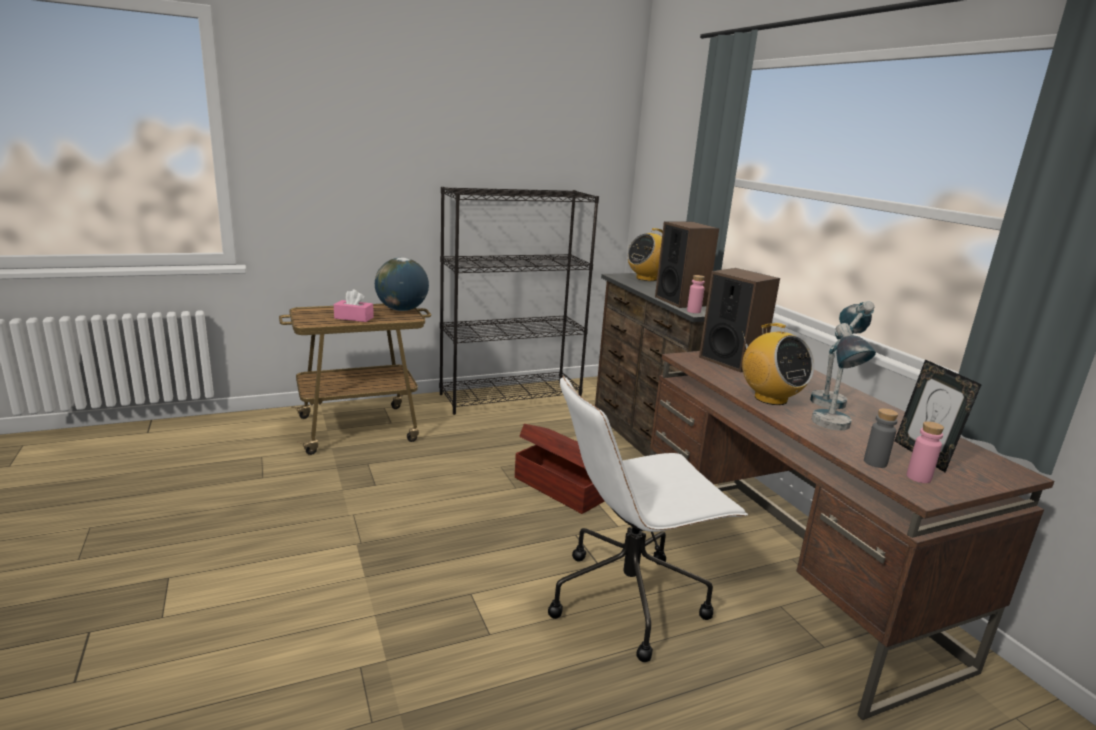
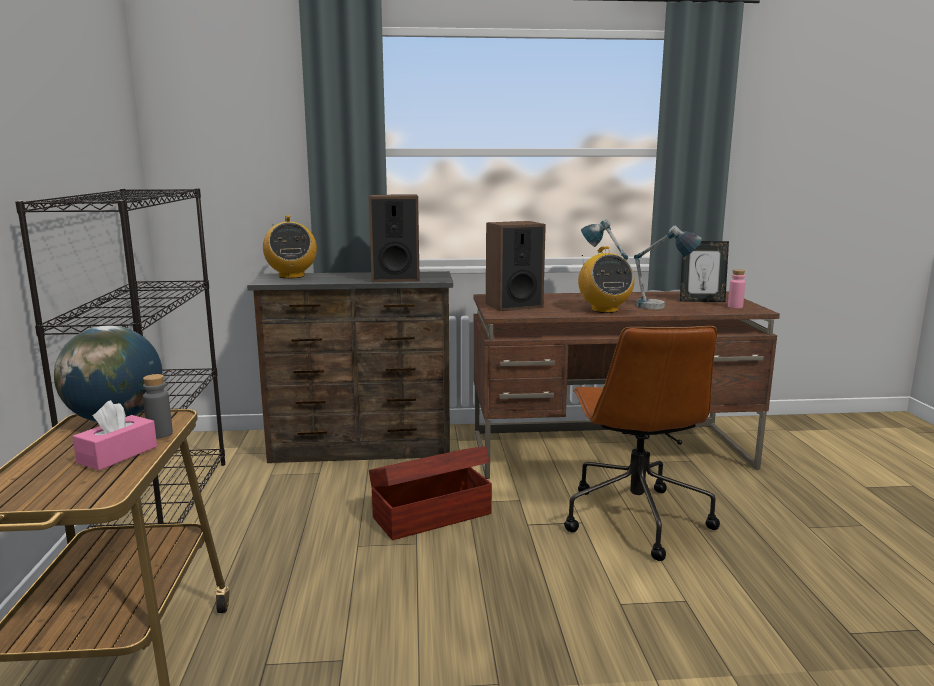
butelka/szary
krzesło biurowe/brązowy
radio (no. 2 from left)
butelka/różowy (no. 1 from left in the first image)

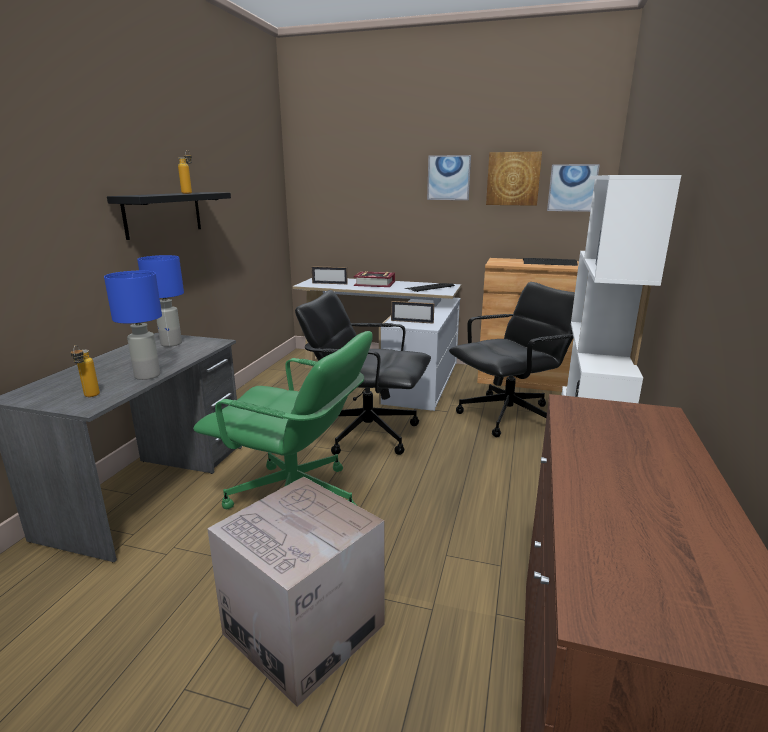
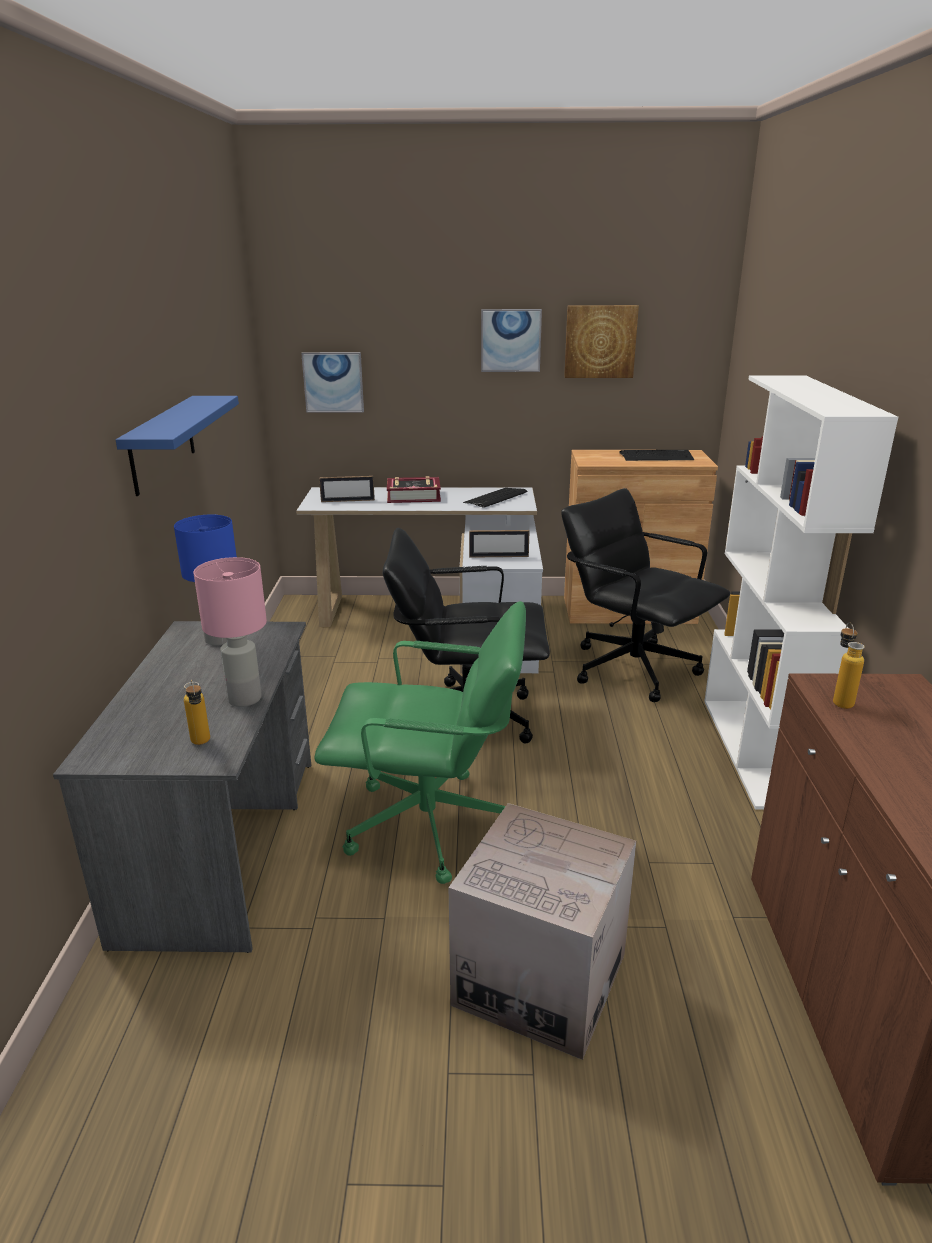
półka/niebieski
lampa stołowa/różowy
obraz (no. 1 from left)
krzesło biurowe/czarny (no. 2 from left)
butelka (no. 2 from left)

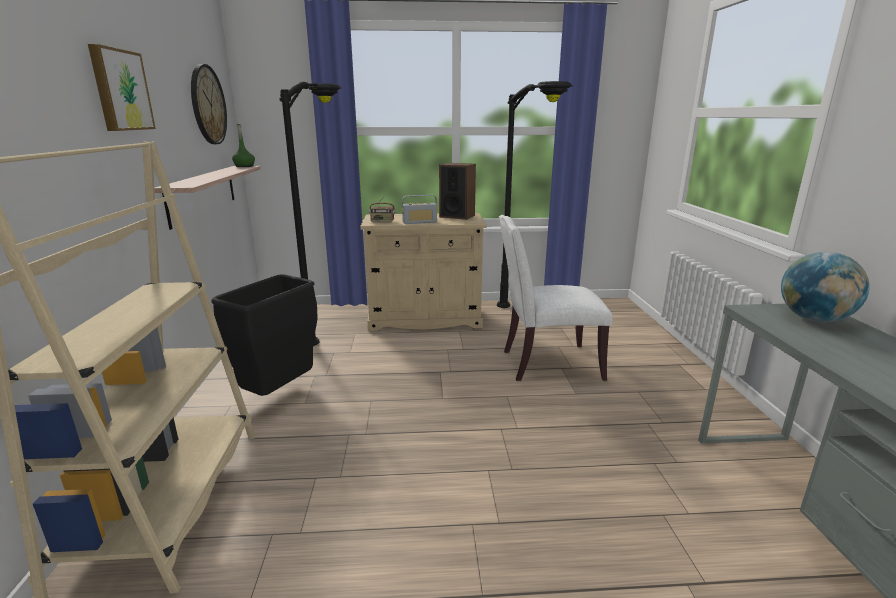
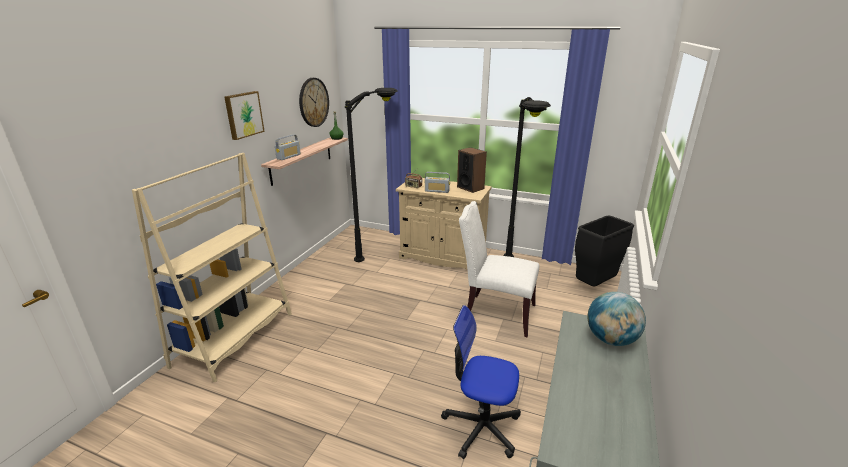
radio (no. 1 from left)
krzesło biurowe
kosz na śmieci/czarny

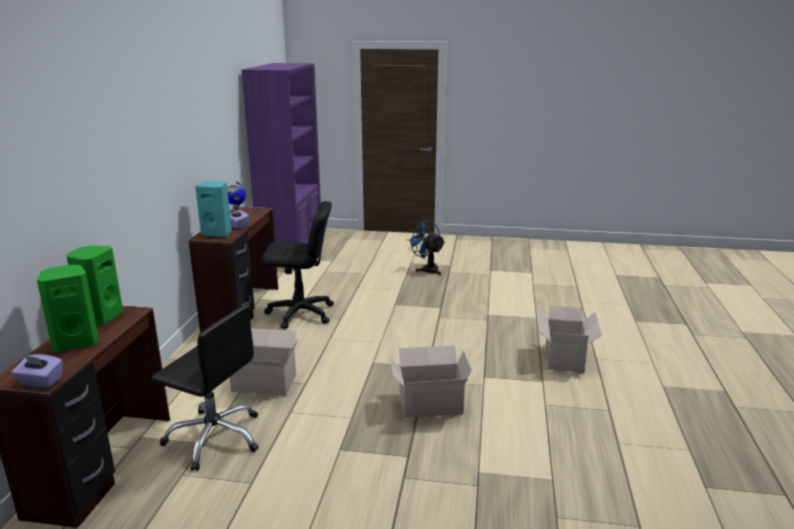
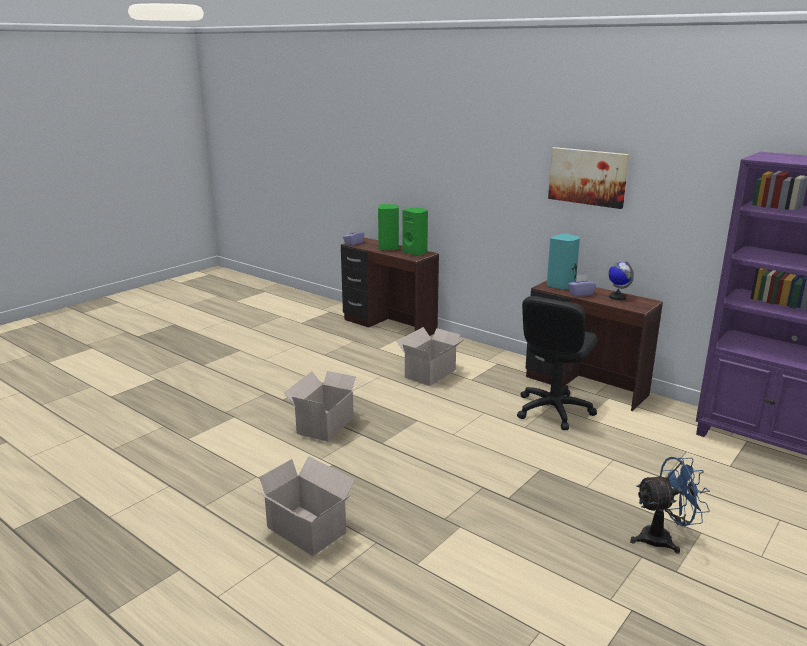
obraz
krzesło biurowe/czarny (no. 1 from left in the first image)

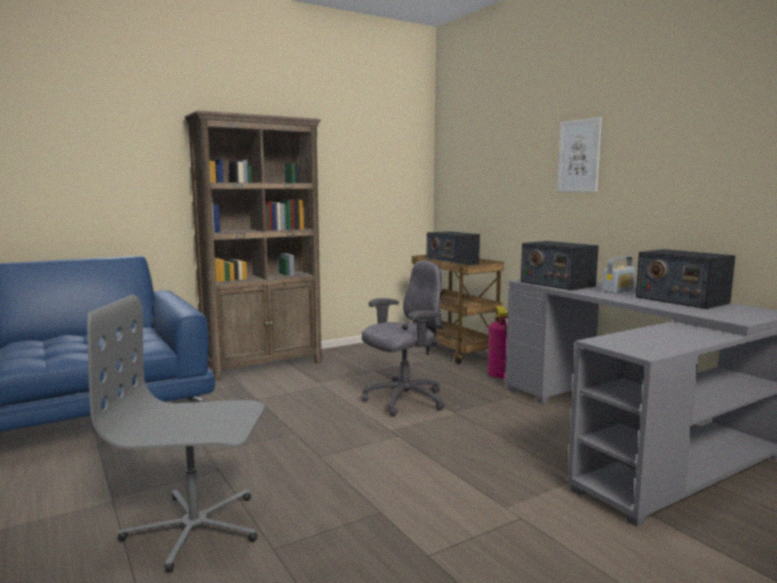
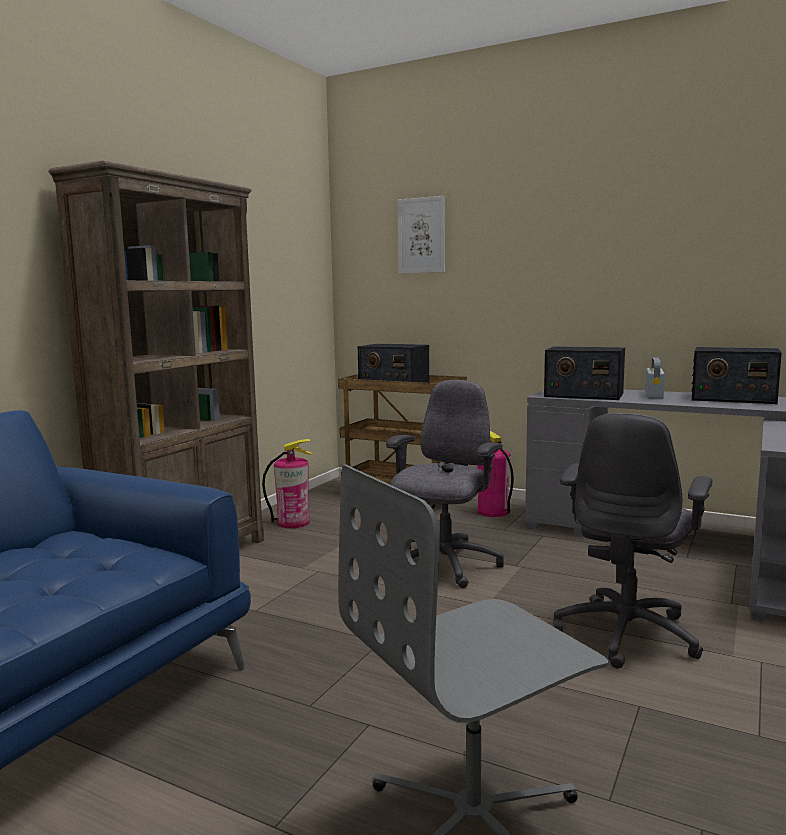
gaśnica (no. 1 from left)
obraz
krzesło biurowe/szary (no. 3 from left)

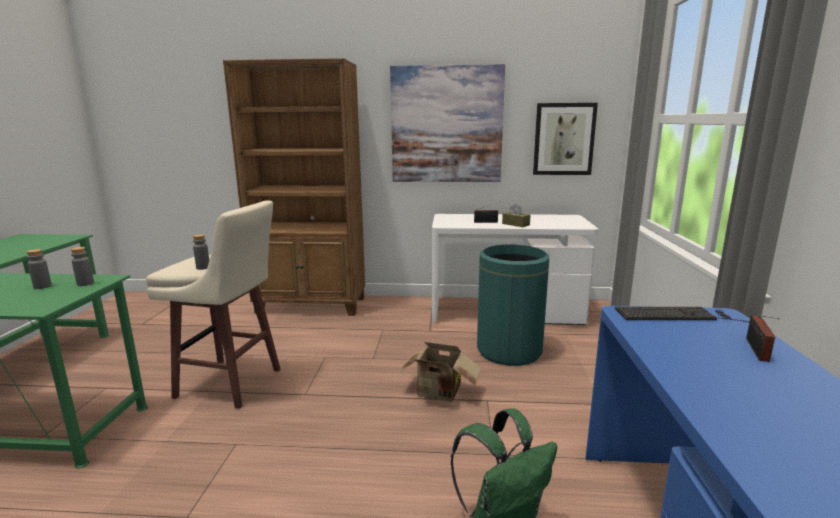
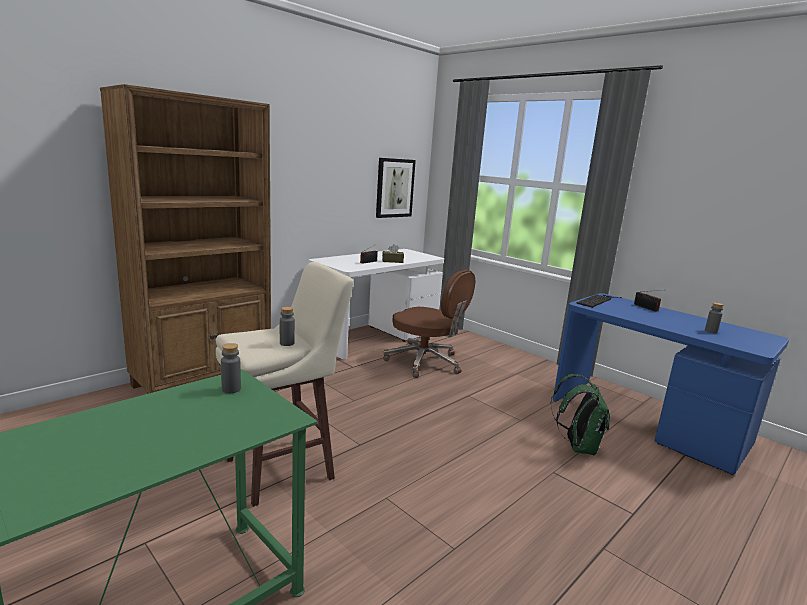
krzesło biurowe/brązowy
butelka/szary (no. 3 from left)
obraz (no. 1 from left in the first image)
karton

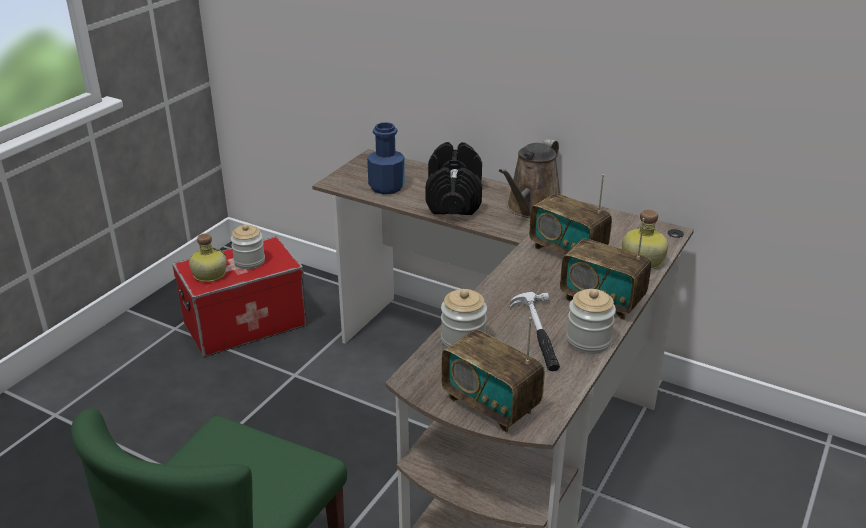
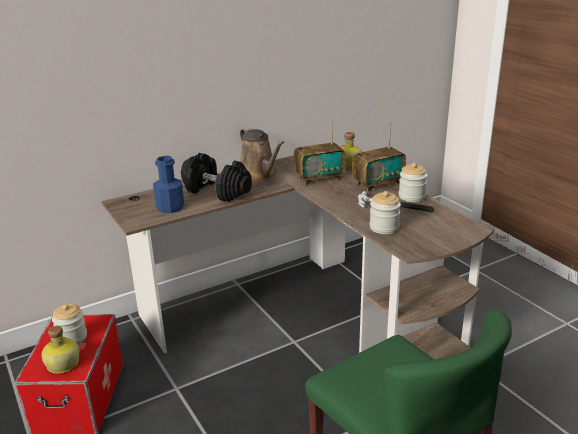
radio (no. 1 from left in the first image)

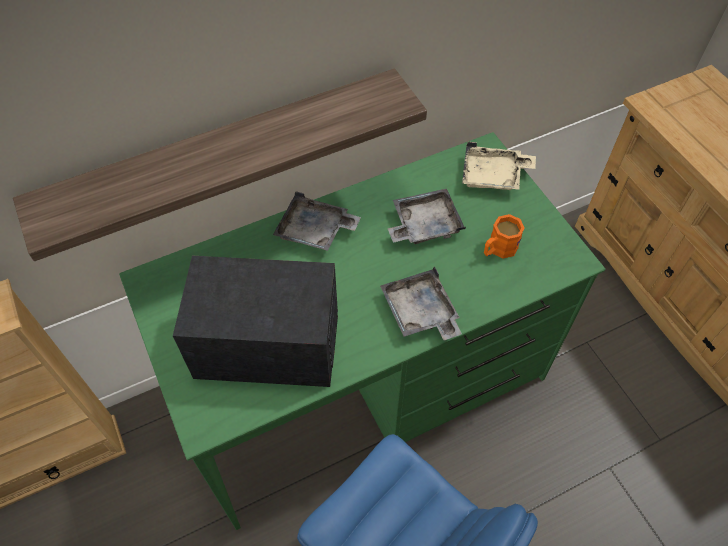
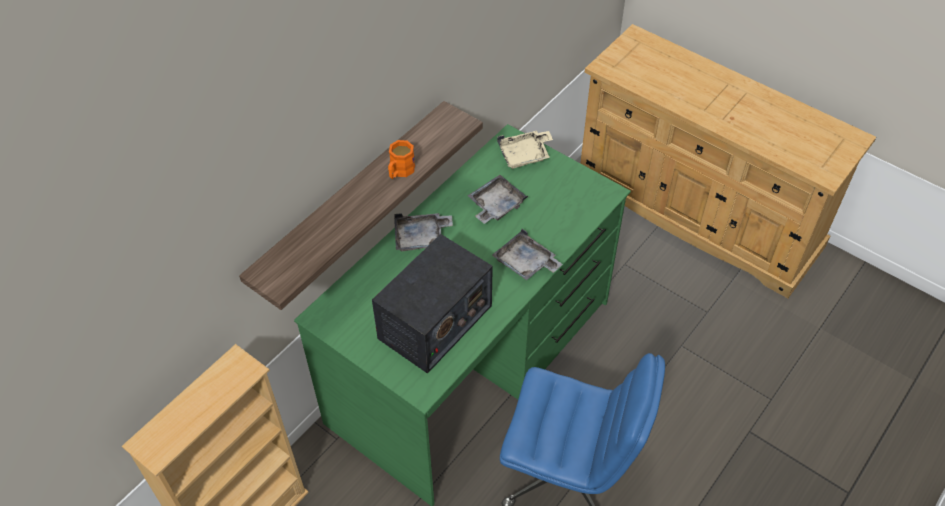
radio
kubek/pomarańczowy

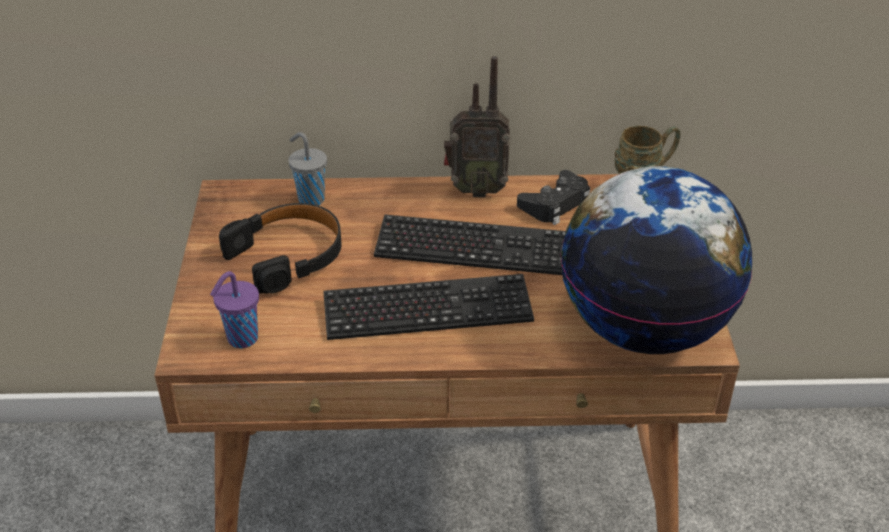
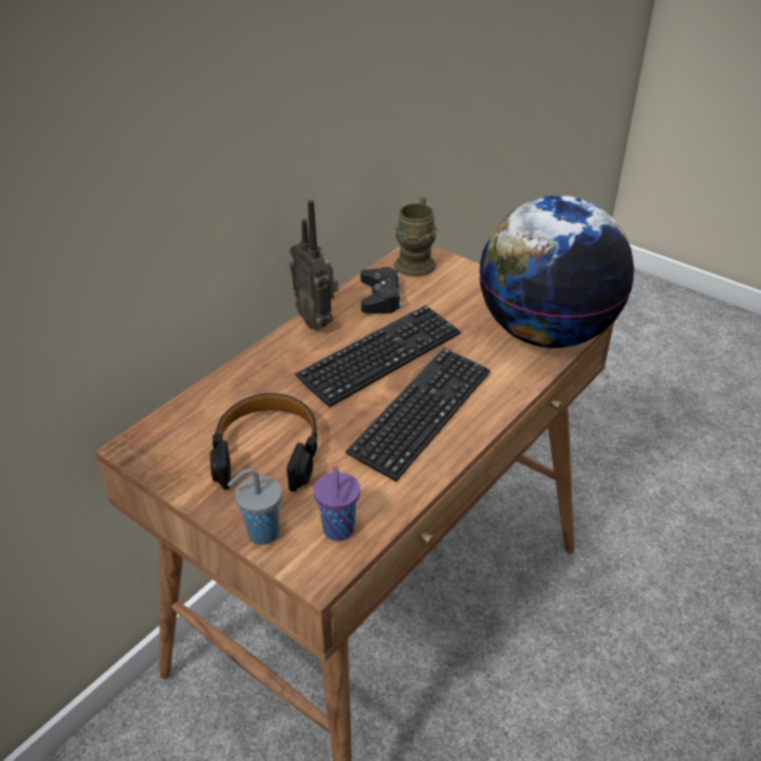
filiżanka/szary
radio

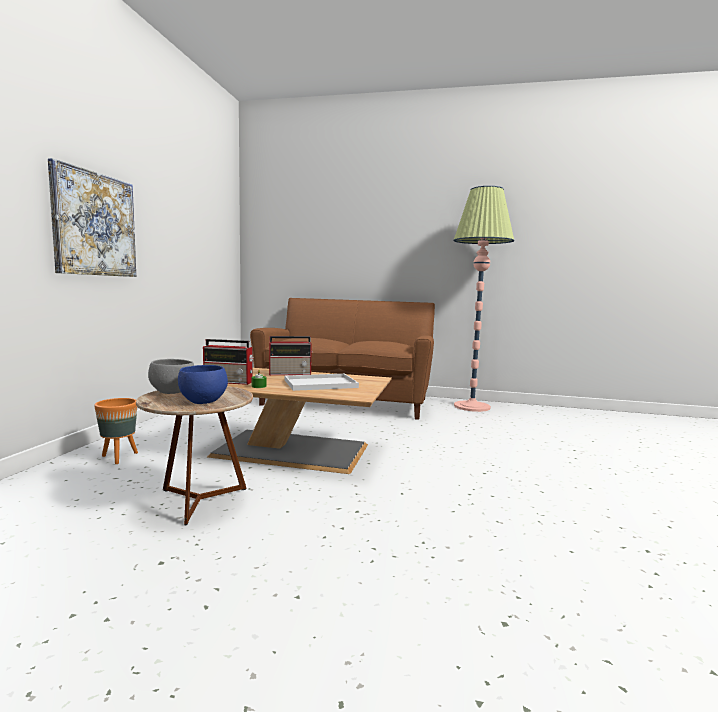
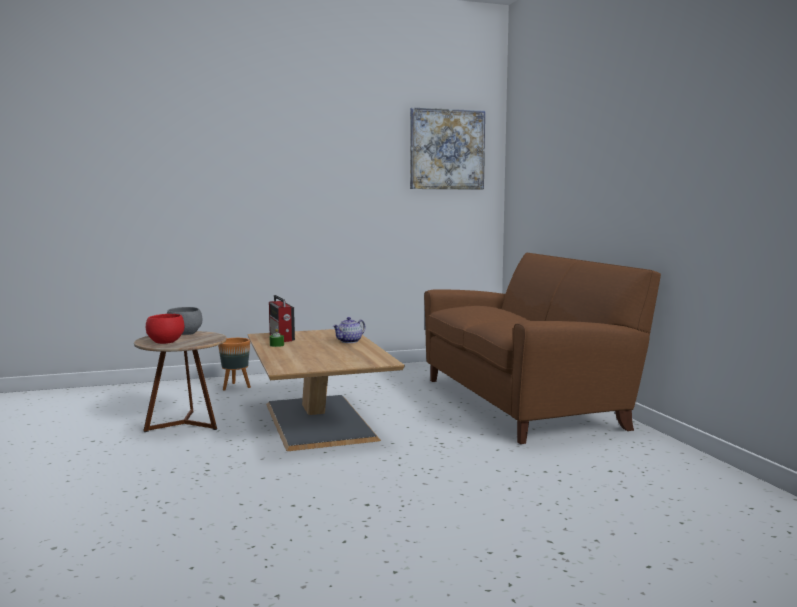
miska/czerwony
imbryk
obraz
taca/biały
lampa stojąca

